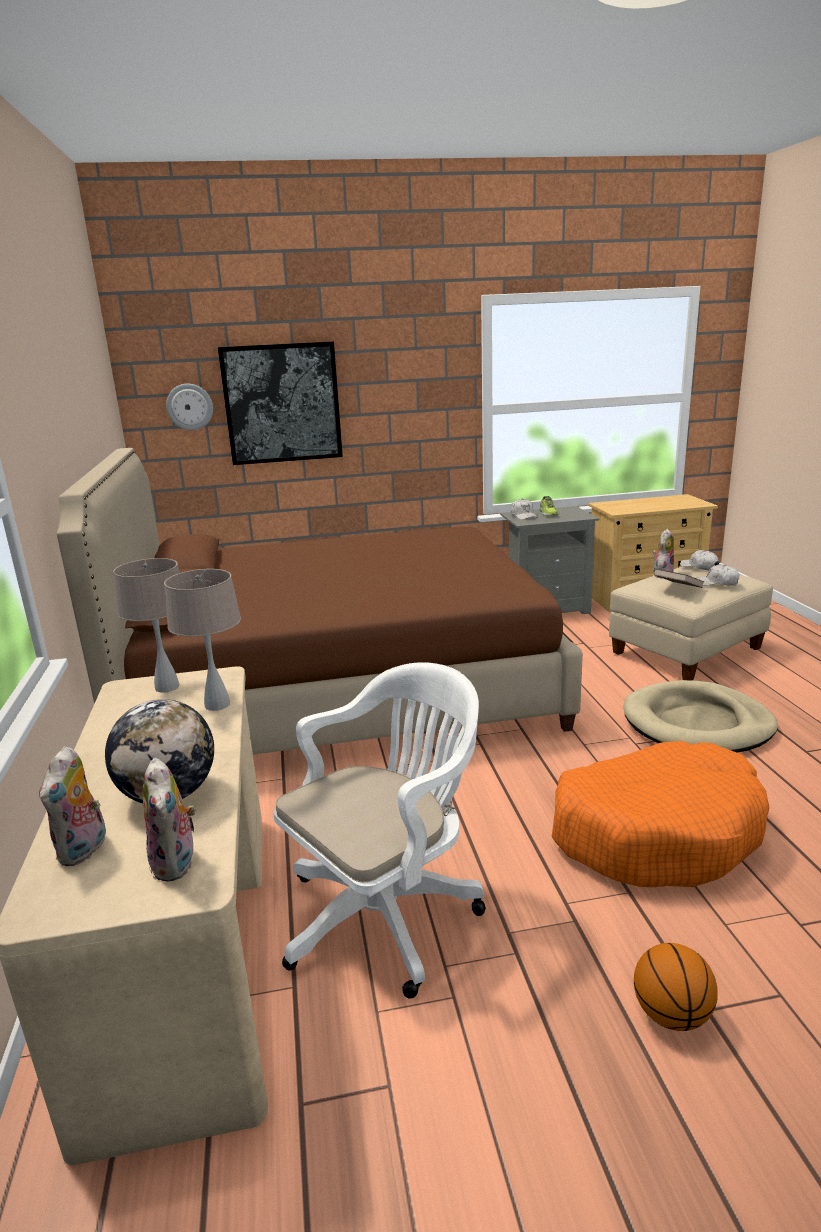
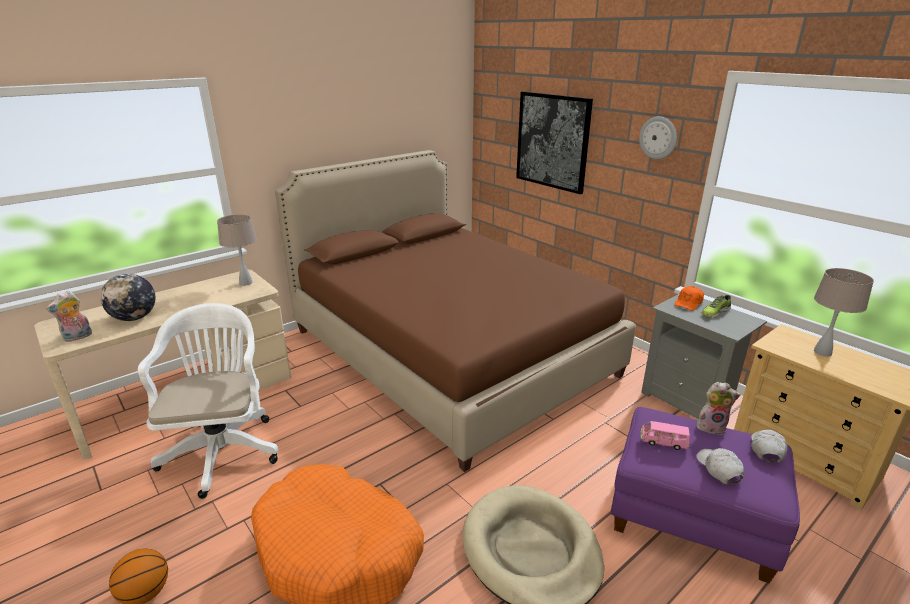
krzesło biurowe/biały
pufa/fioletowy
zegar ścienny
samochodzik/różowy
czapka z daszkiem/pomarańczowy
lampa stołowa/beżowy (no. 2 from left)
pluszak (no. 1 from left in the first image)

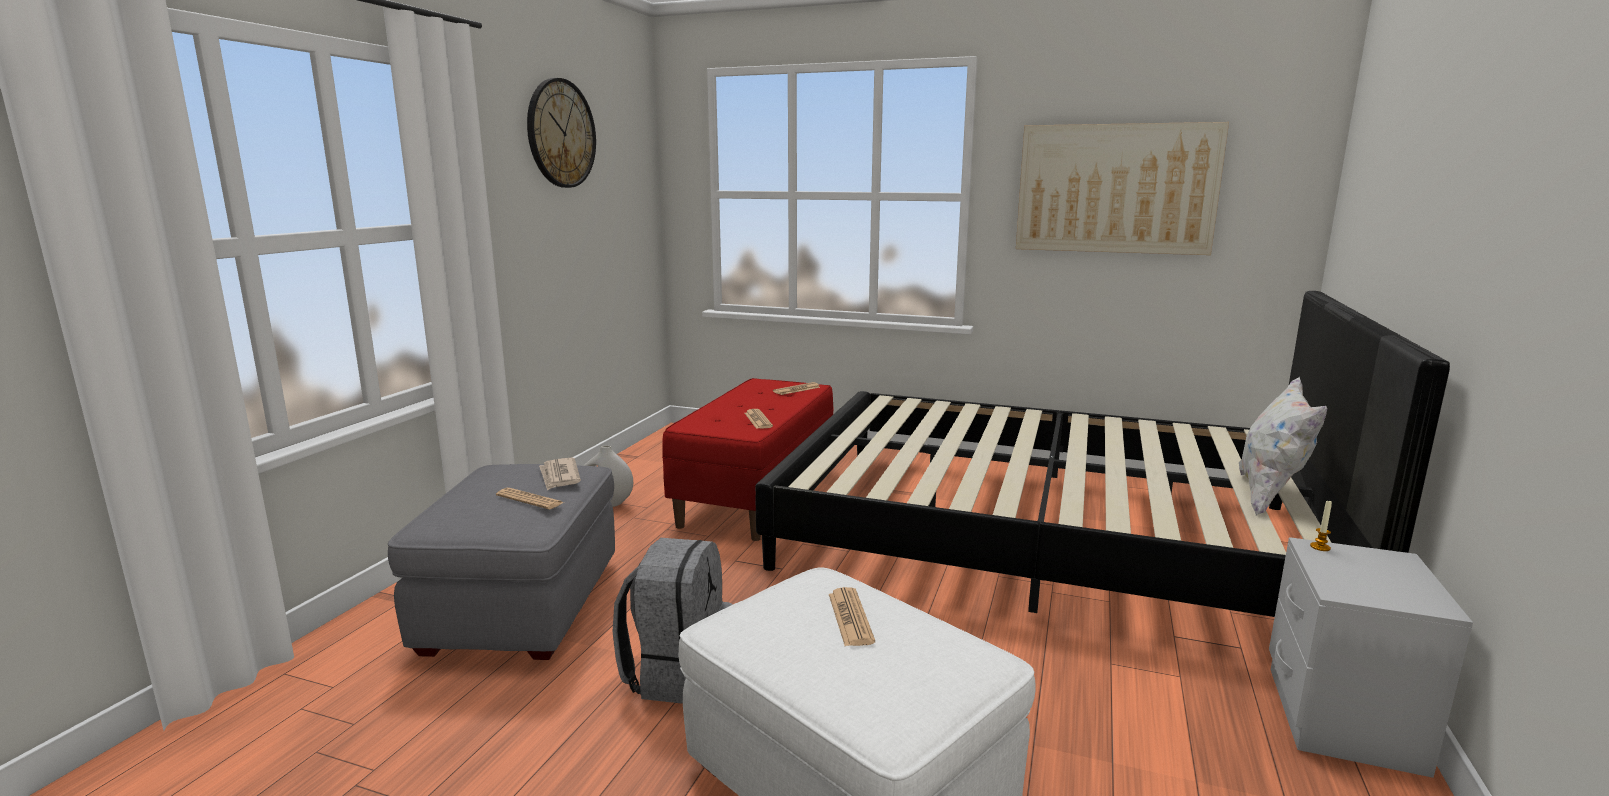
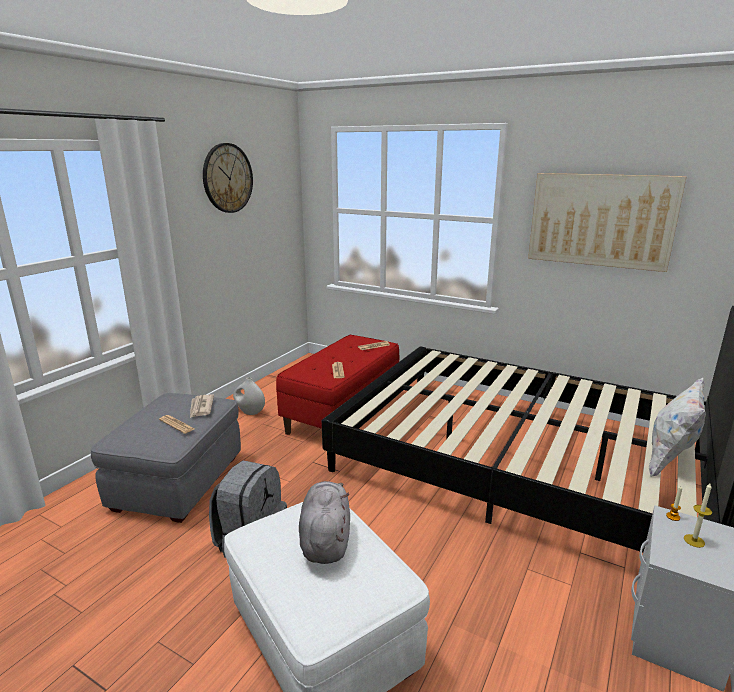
pluszak/szary
świeca (no. 2 from left)

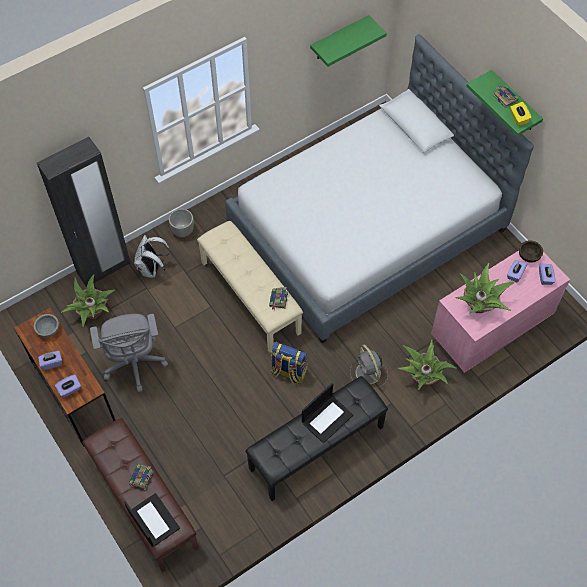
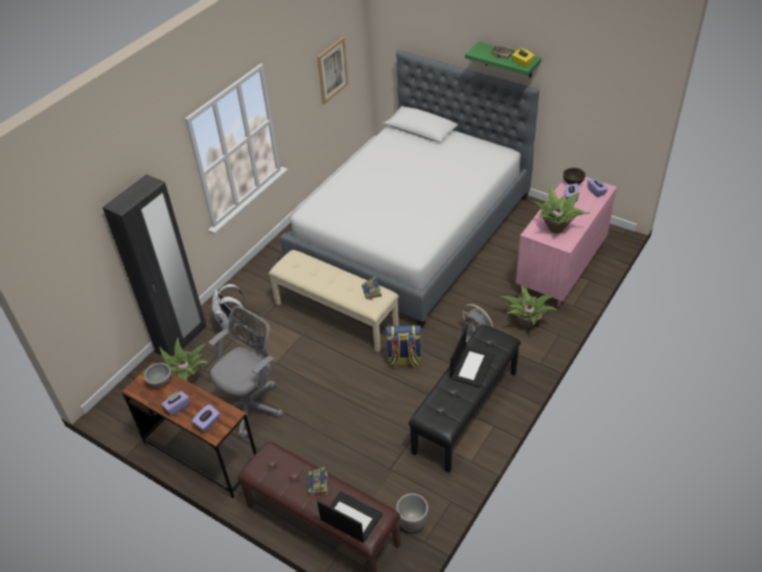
krzesło biurowe/szary
obraz
donica

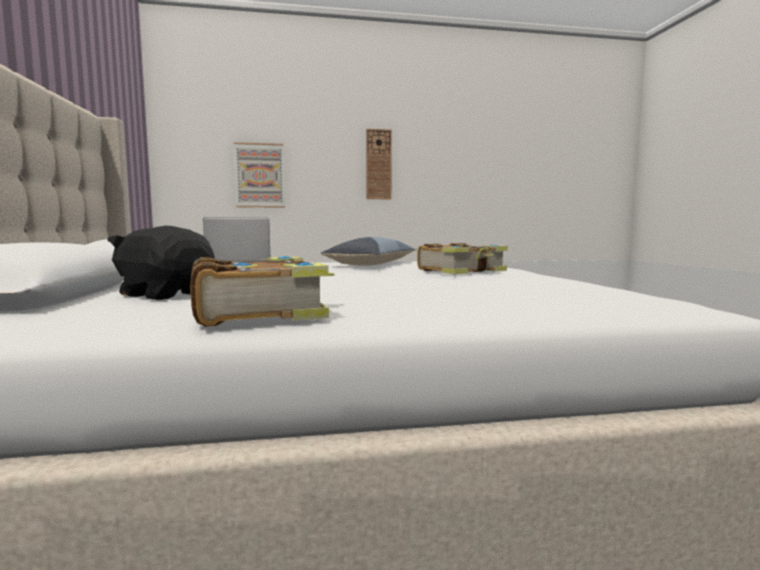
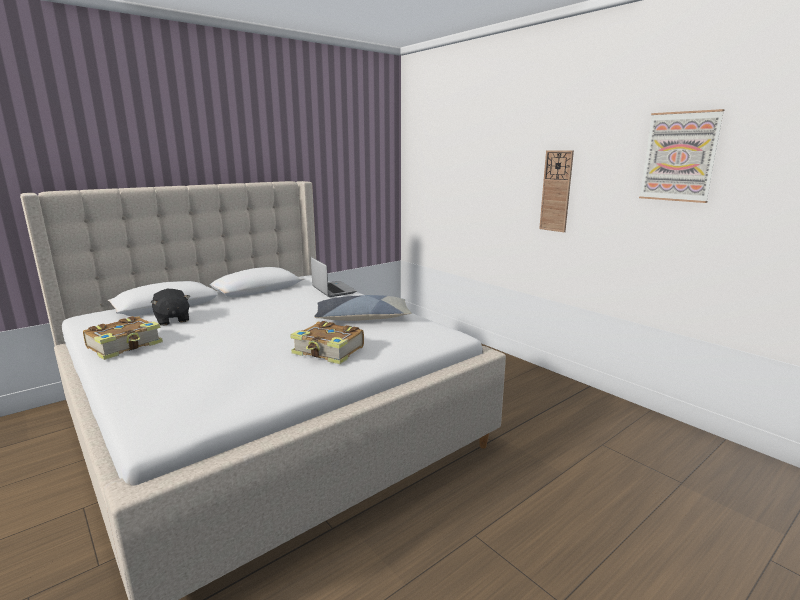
pluszak/czarny
obraz

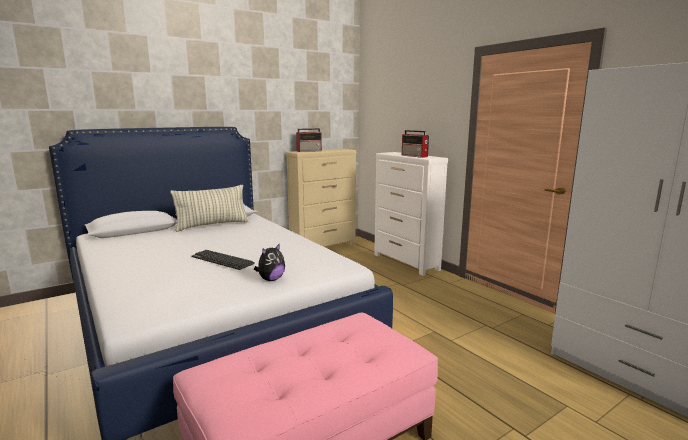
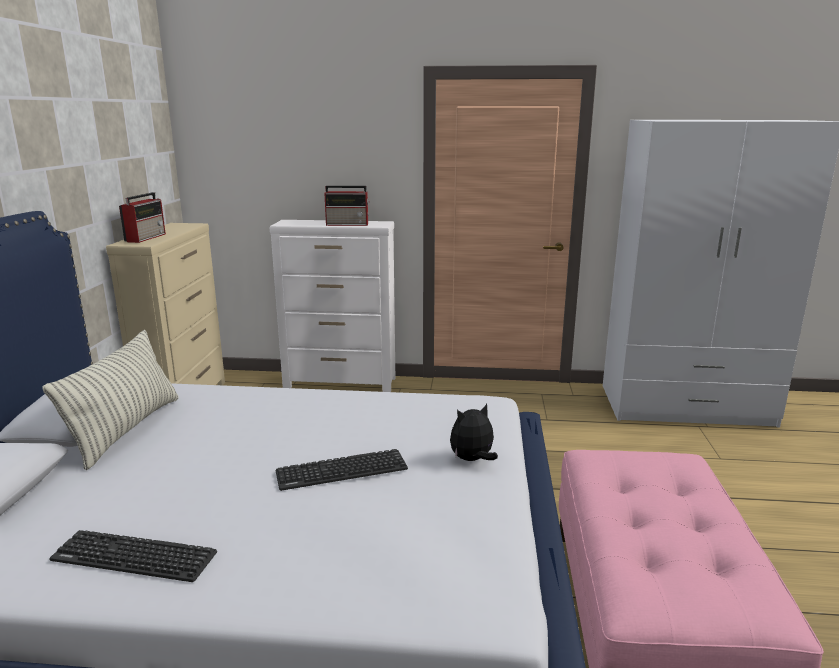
klawiatura (no. 1 from left)
pluszak

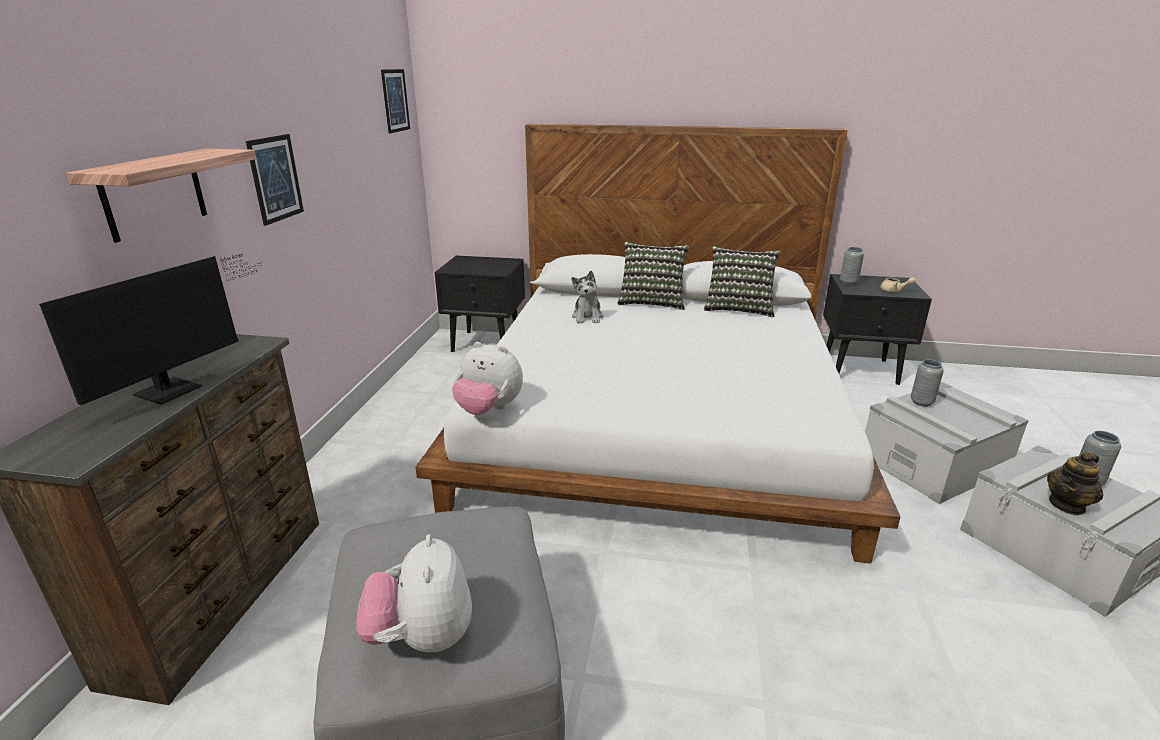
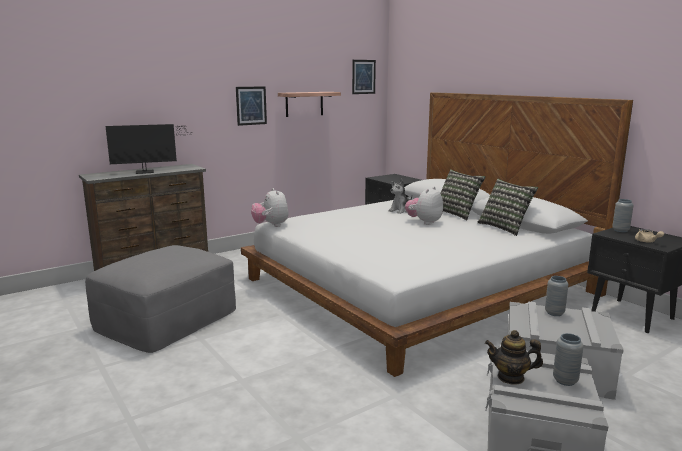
półka
pluszak (no. 3 from left)

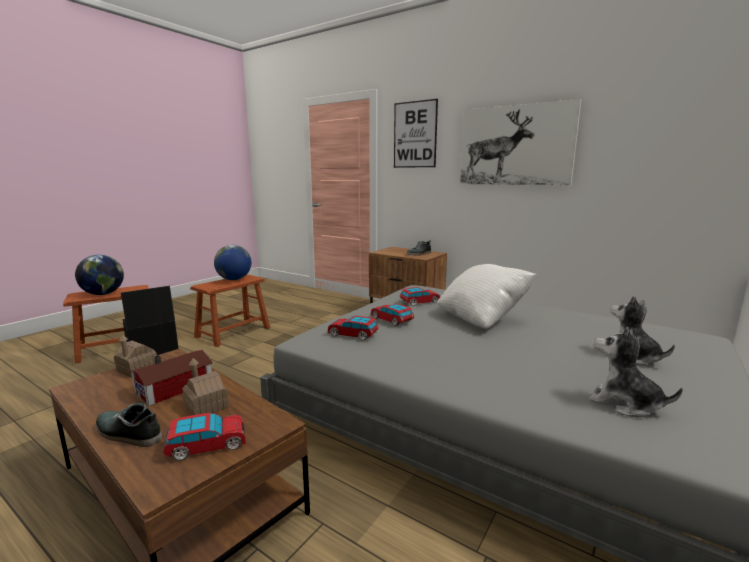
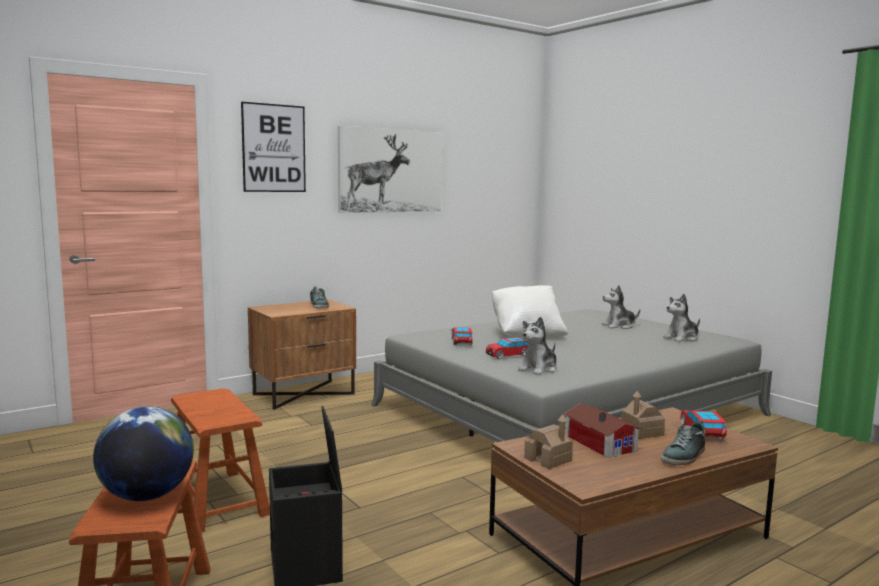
pluszak (no. 1 from left)
globus (no. 2 from left in the first image)

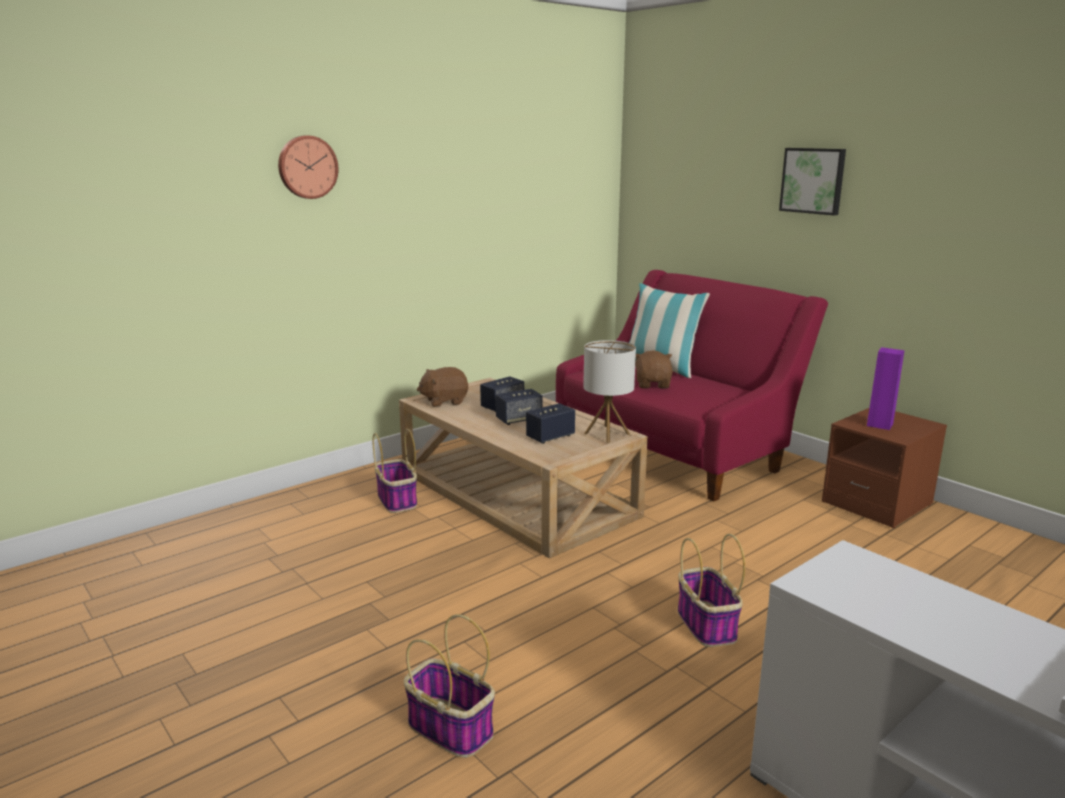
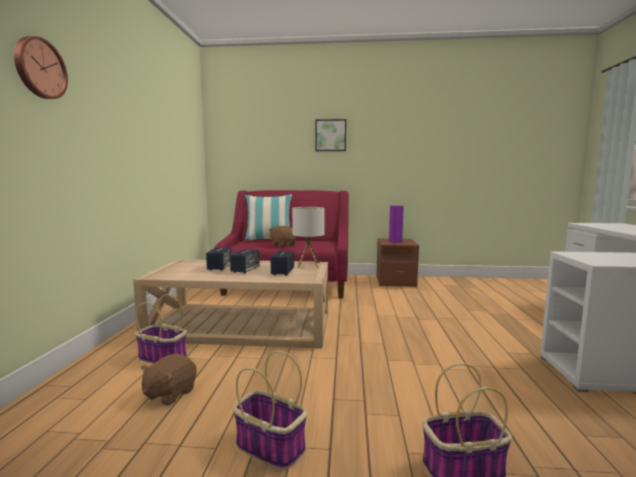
pluszak/brązowy (no. 1 from left)
koszyk (no. 2 from left)

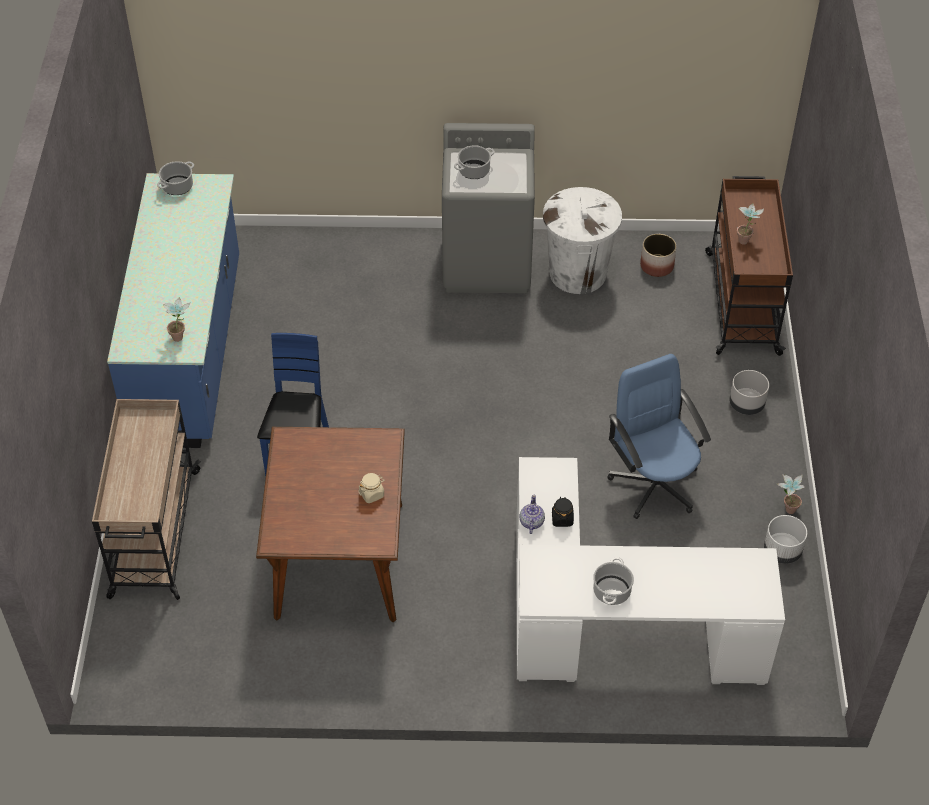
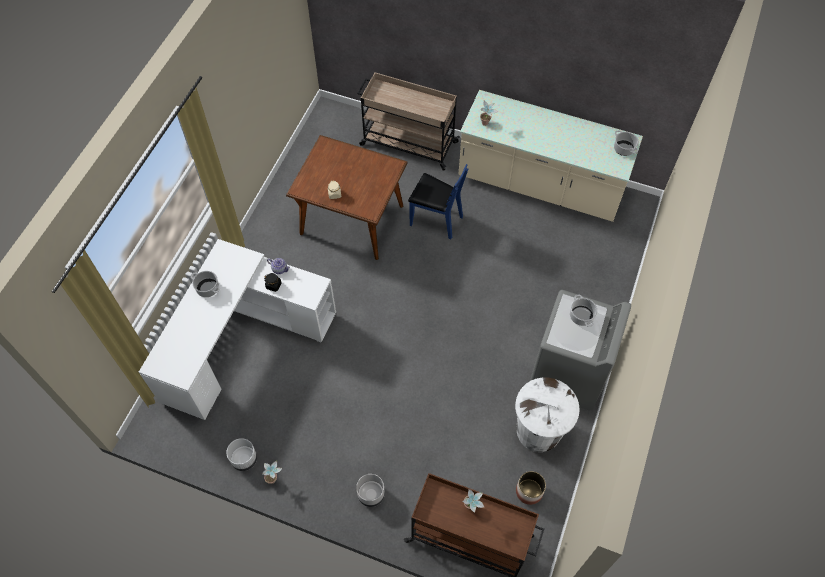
zabudowa kuchenna/beżowy
krzesło biurowe/niebieski

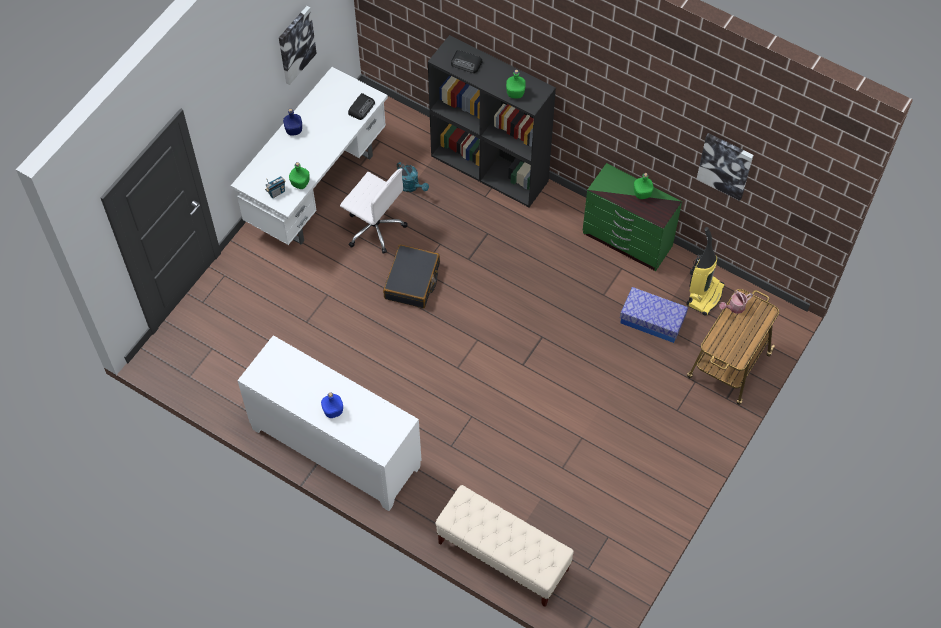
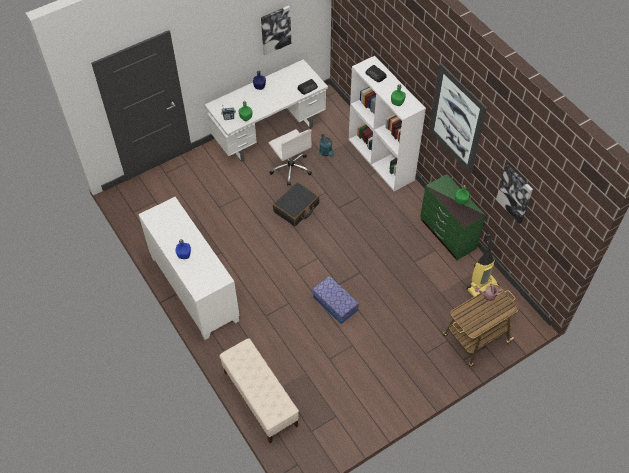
pojemnik do przechowywania
regał/biały
obraz (no. 2 from left)

